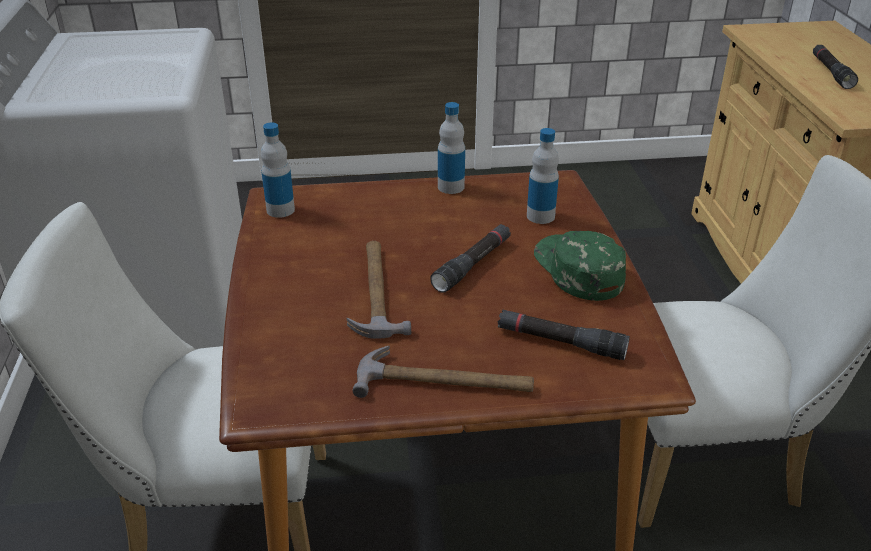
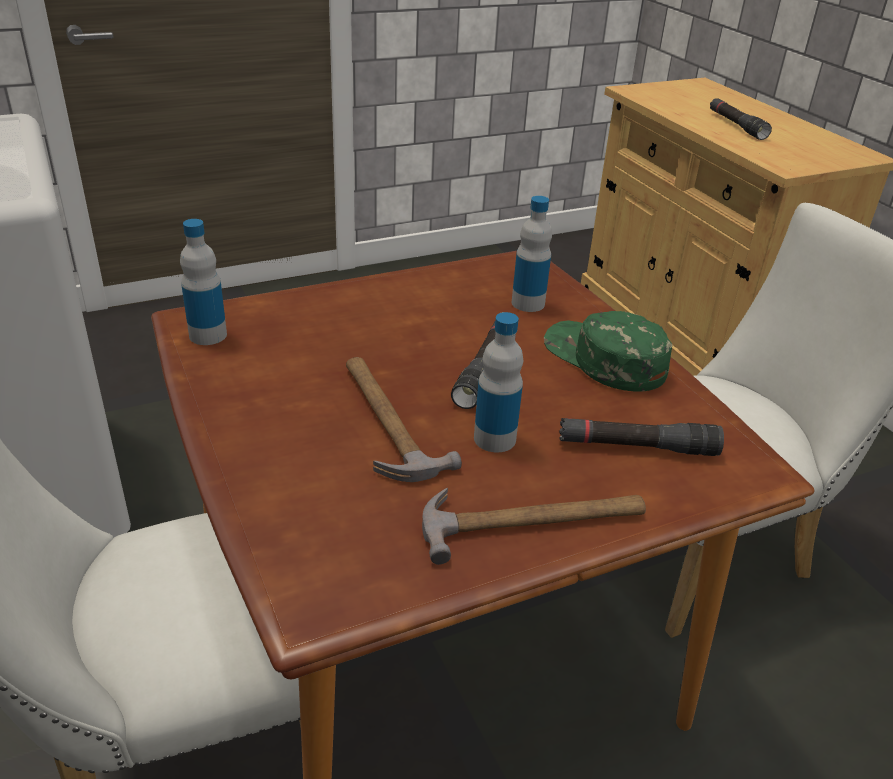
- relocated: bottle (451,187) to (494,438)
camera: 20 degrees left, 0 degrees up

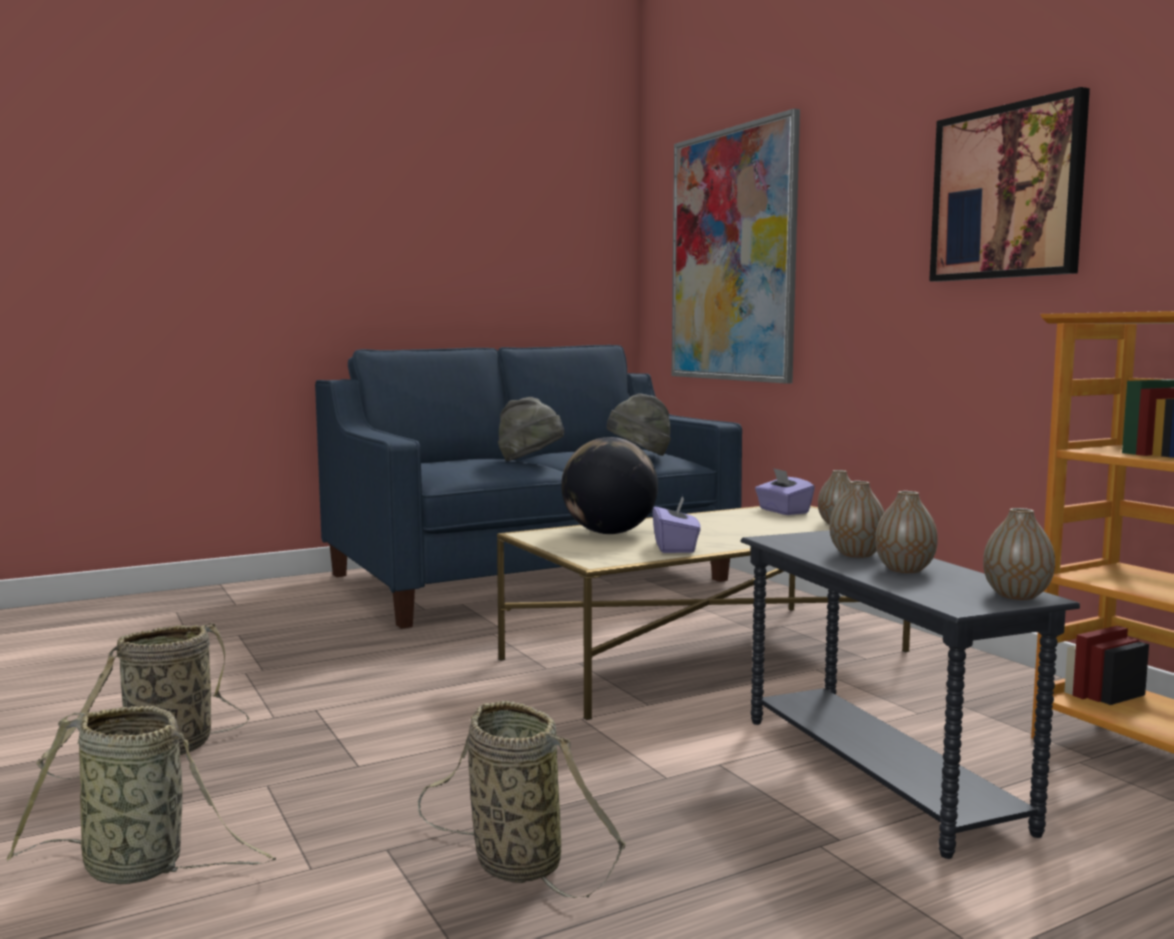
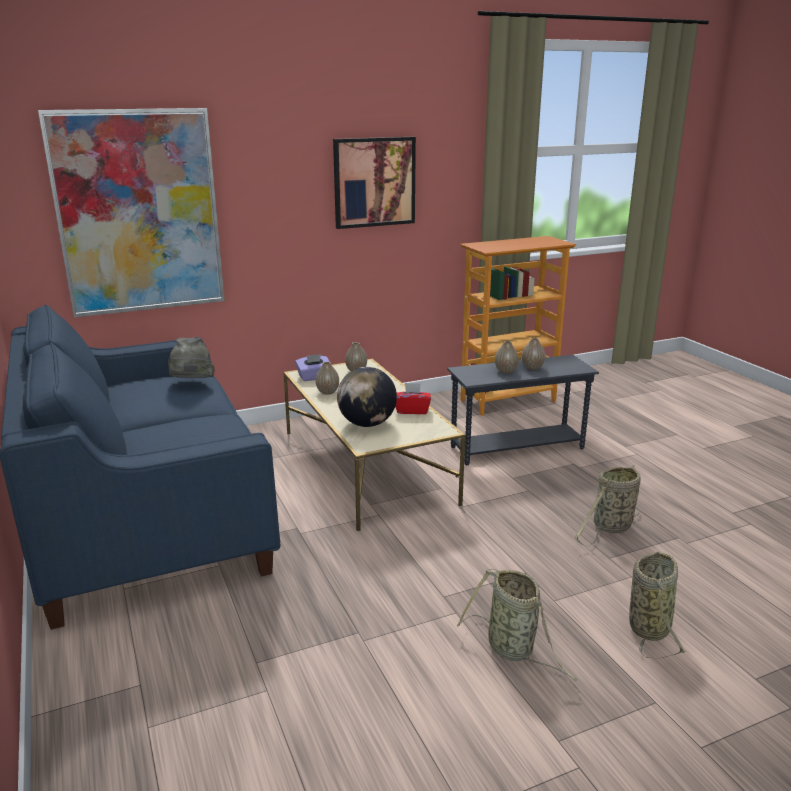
- missing: clothing hat/grey (530,461)
- relocated: flower vase (1016,595) to (327,392)
- colour: box of tissues/purplish (675,548) to box of tissues/red-coloured (412,410)
camera: 85 degrees left, 15 degrees up

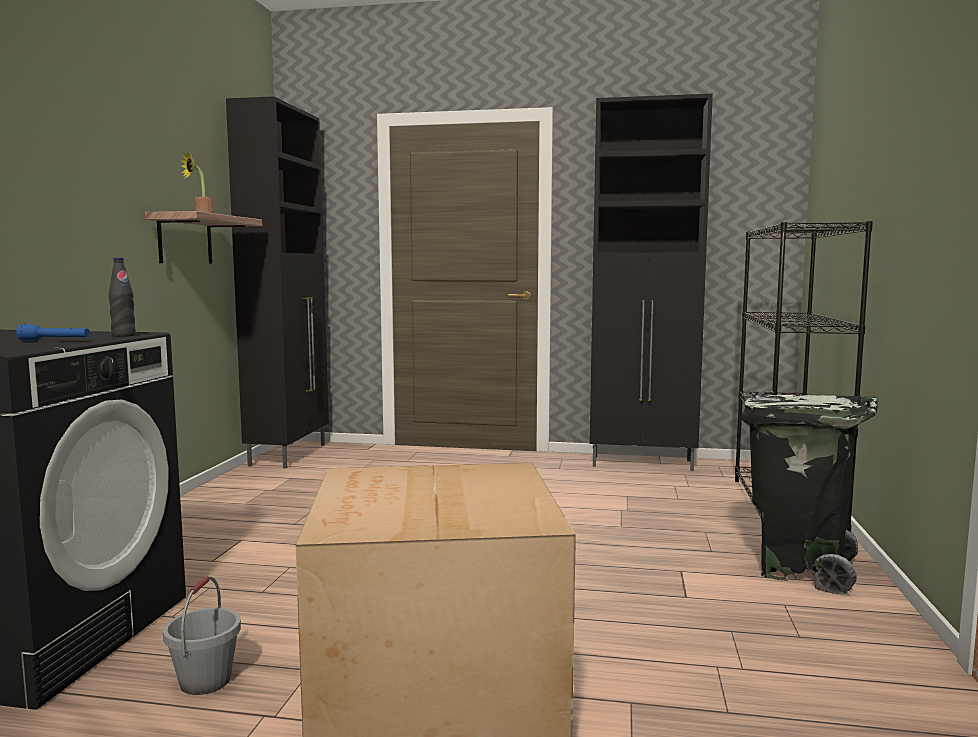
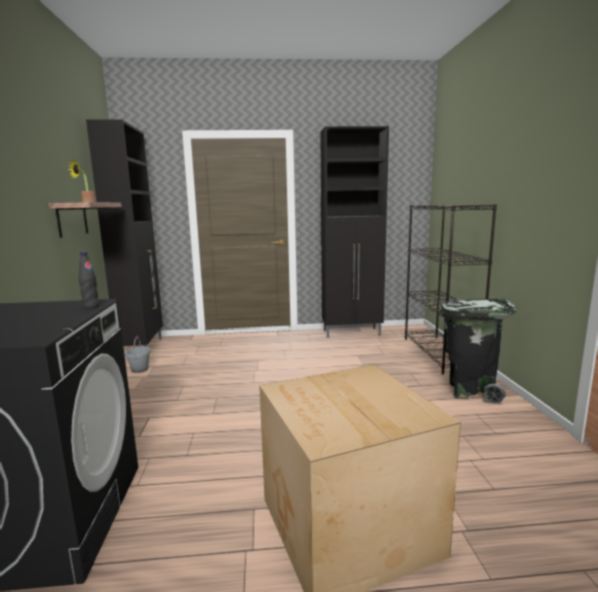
- missing: flashlight/bluish (55,340)
- relocated: pail/grey (205,681) to (139,369)
camera: 15 degrees left, 5 degrees up

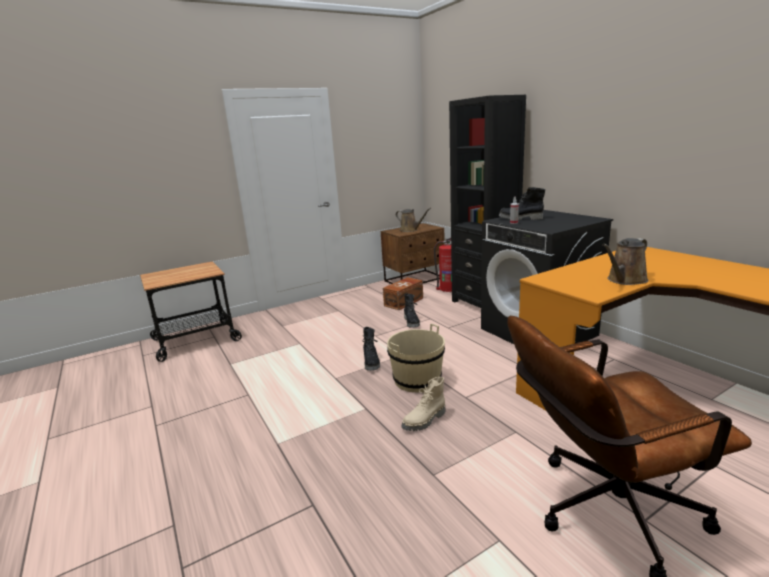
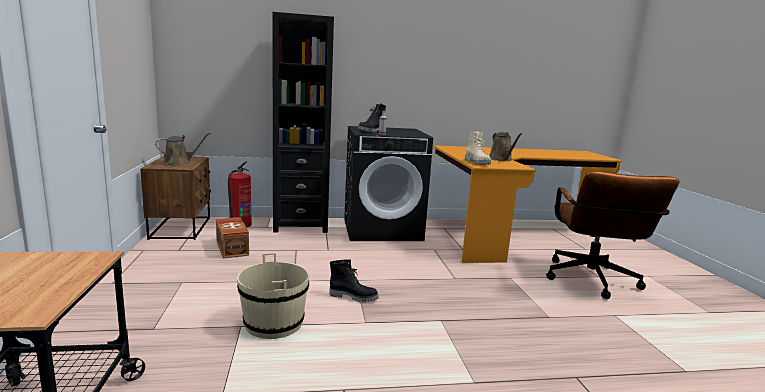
- missing: boot/blackish (412,322)
- relocated: pail/beige-coloured (417,379) to (273,323)
- relocated: boot/beige-coloured (425,421) to (478,163)
camera: 70 degrees left, 5 degrees down

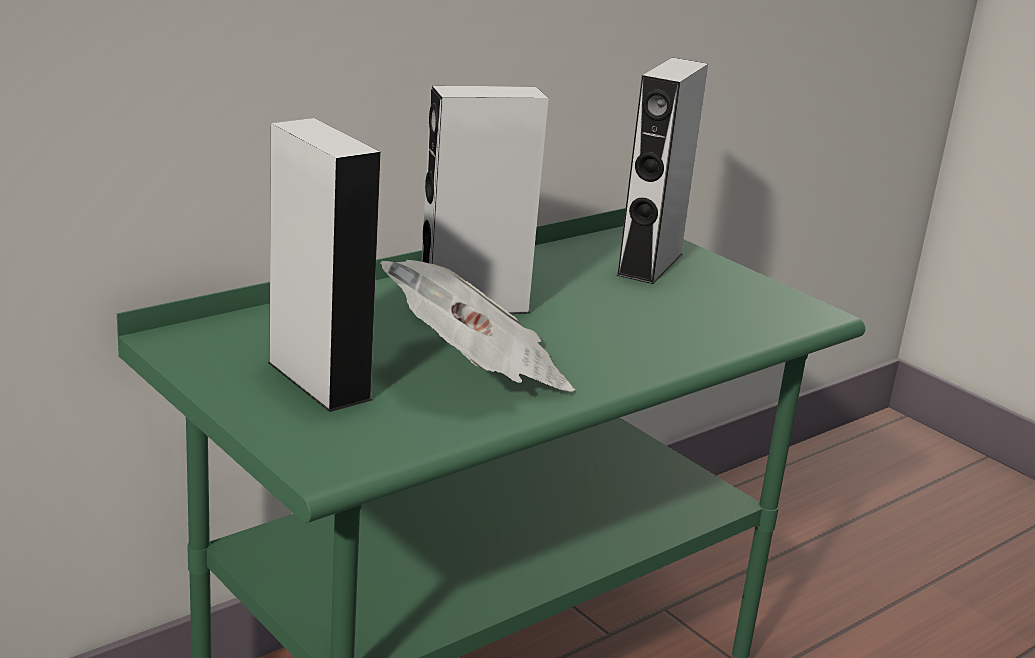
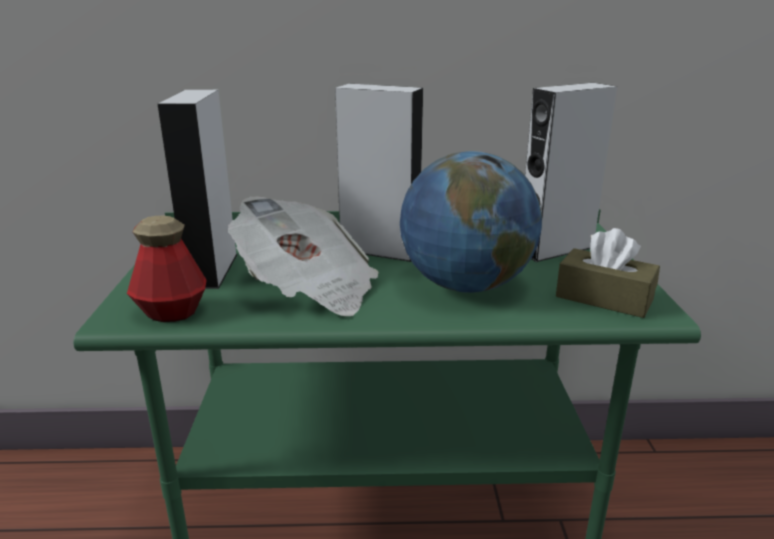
- appeared: bottle (171,312)
- appeared: desk globe (466,285)
- appeared: box of tissues/brown-coloured (604,298)
camera: 40 degrees right, 0 degrees up

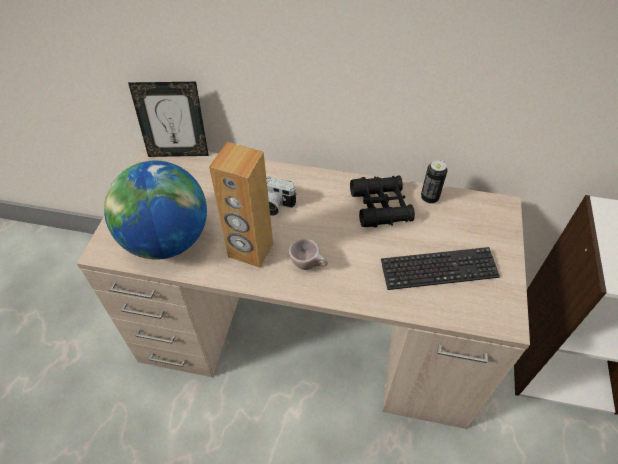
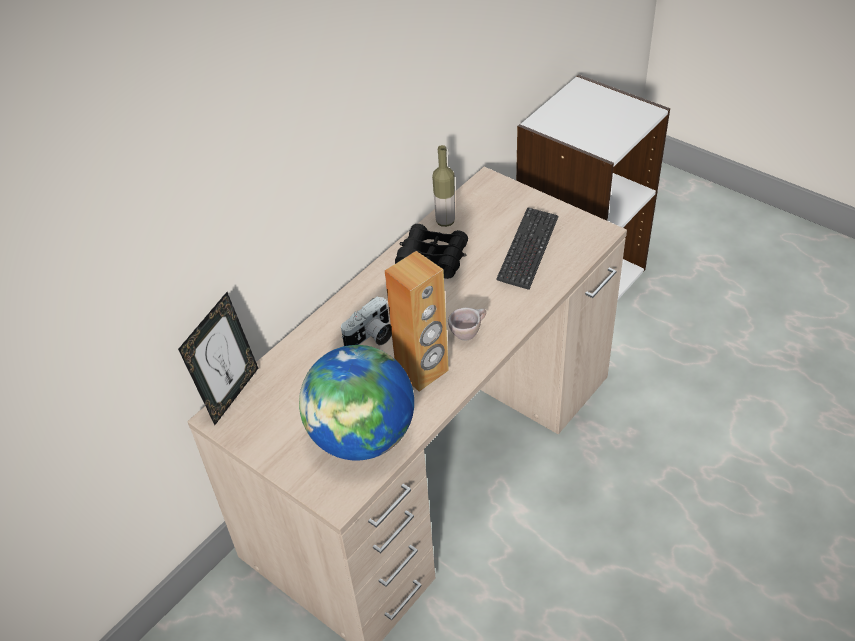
- exchanged: sealed can (429,198) to bottle (445,221)
camera: 60 degrees left, 5 degrees down

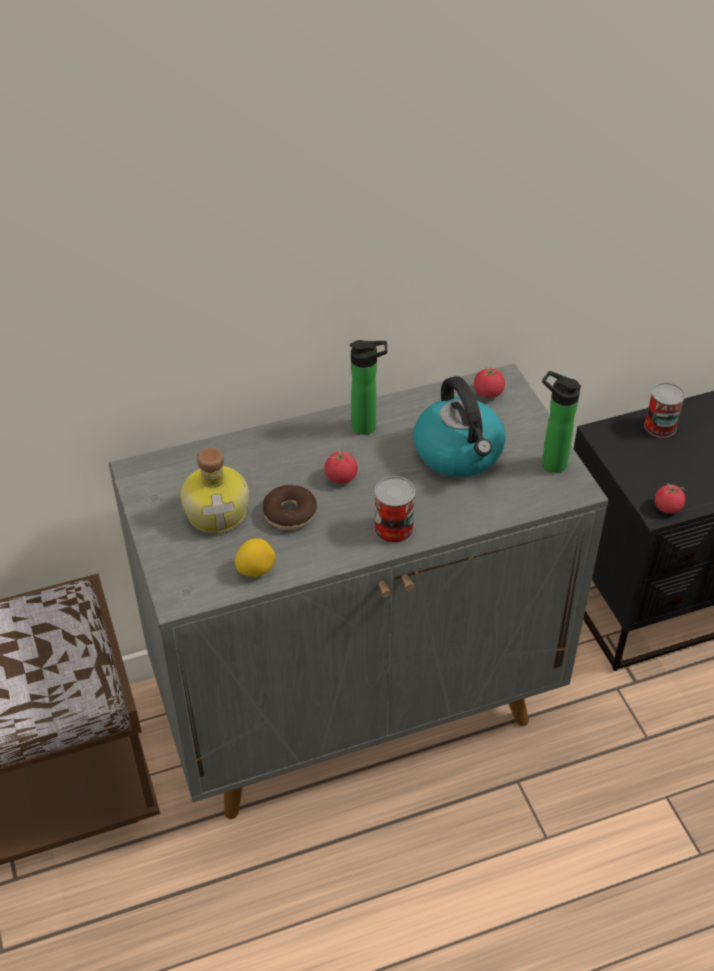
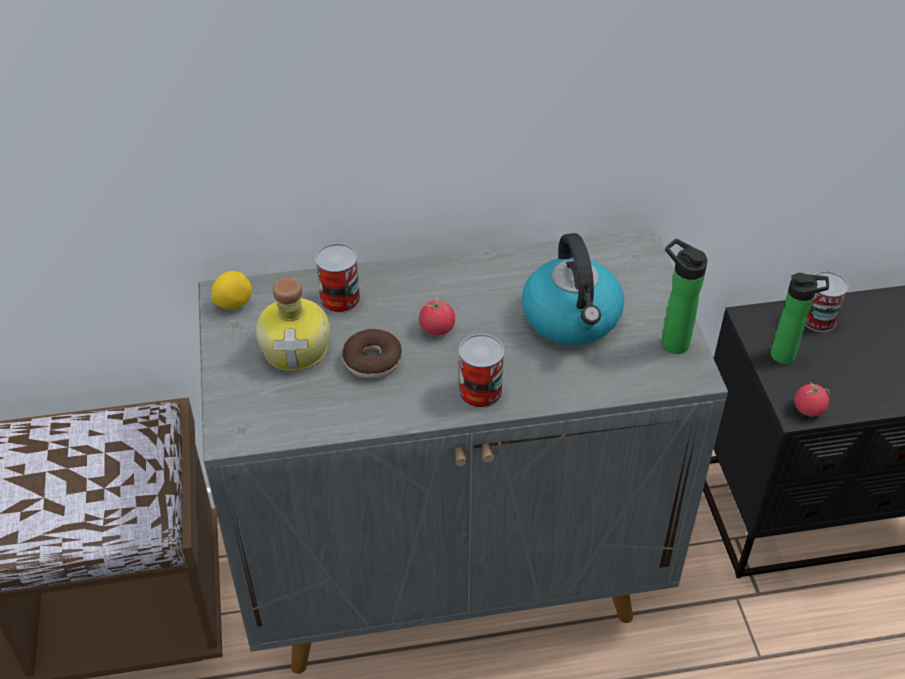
- missing: fresh tomato (488,393)
- appeared: sealed can (340,299)
- relocated: citrus fruit (256,570) to (233,303)
- relocated: bottle (368,426) to (787,355)
camera: 10 degrees right, 0 degrees up

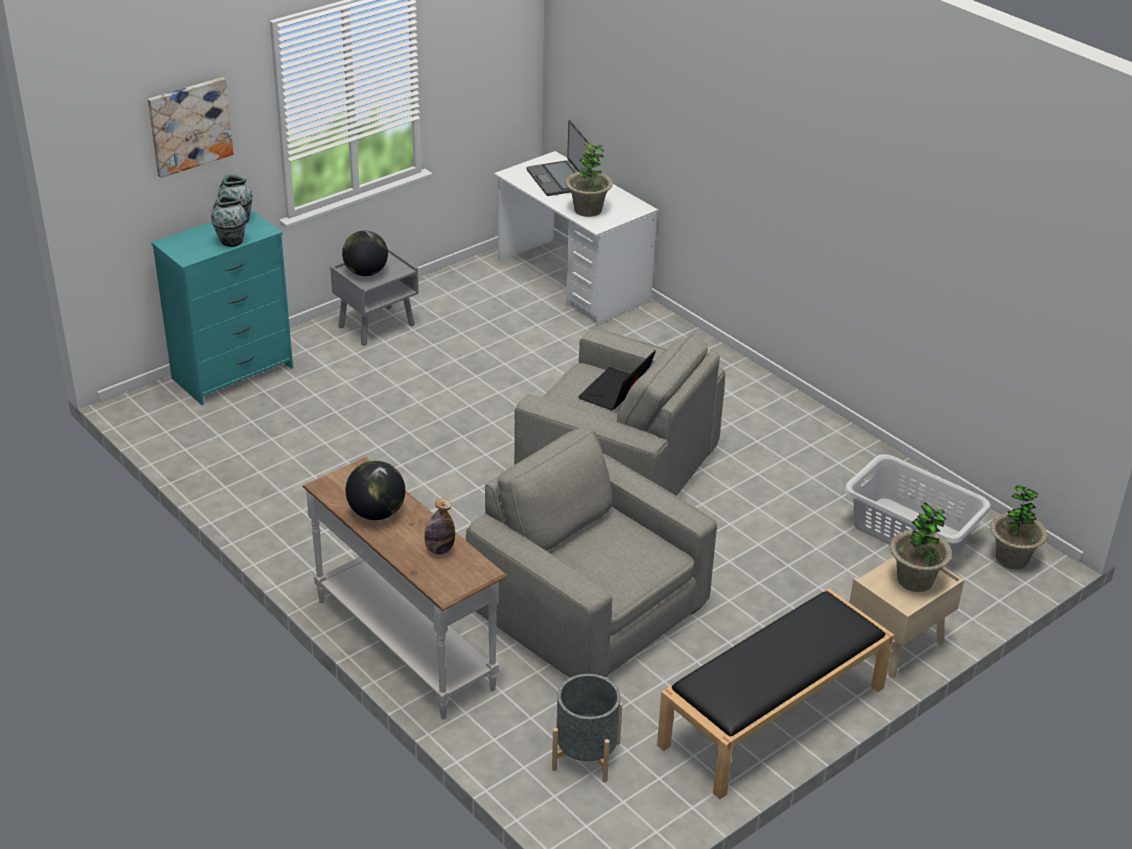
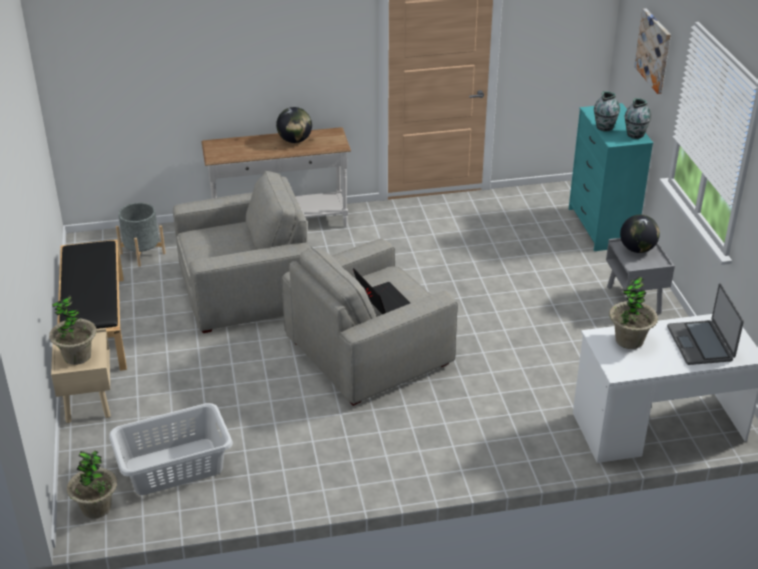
- missing: bottle (439,549)
- spun: laptop (559,179) = (700,343) 105 degrees counterclockwise
camera: 120 degrees right, 0 degrees up

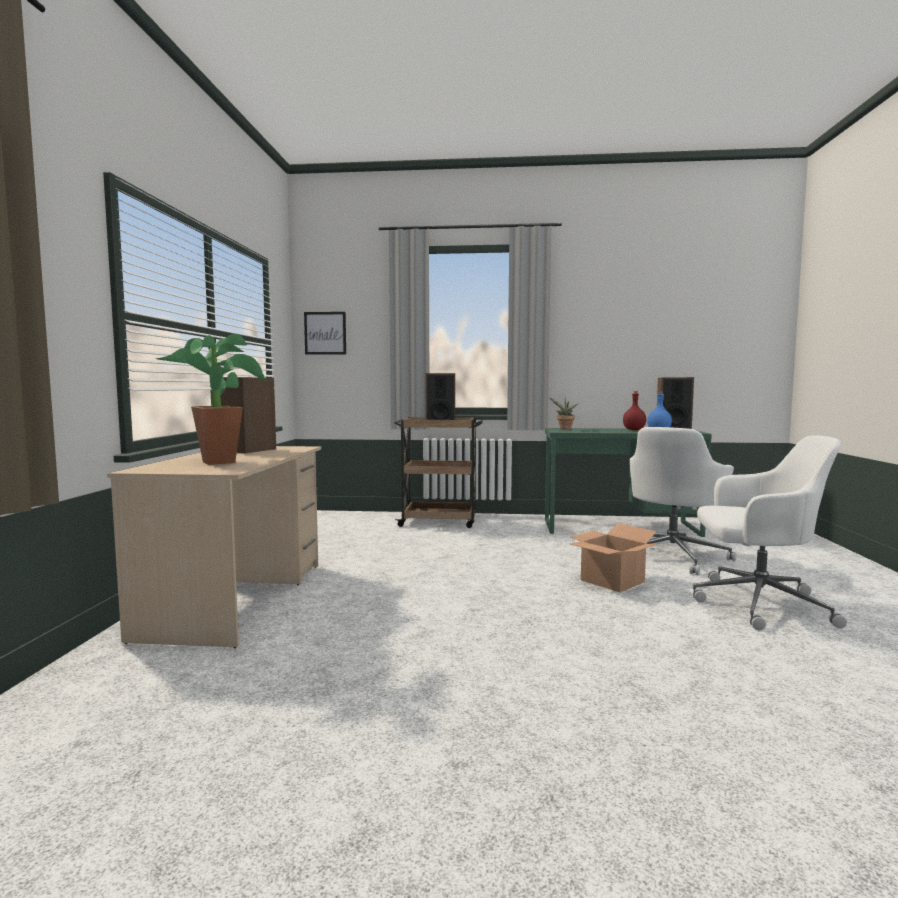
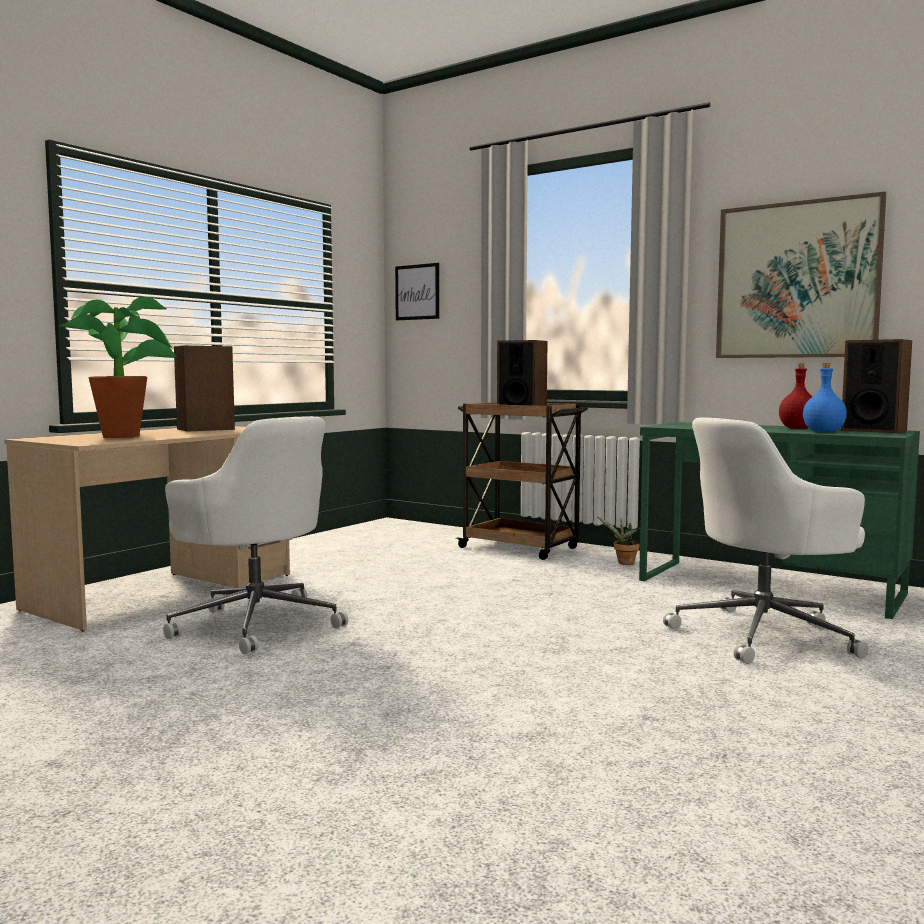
- missing: cardboard box (613,581)
- appeared: wall art (797,280)
- relocated: houseplant (564,429) to (623,563)
- relocated: desk chair/whitish (756,604) to (256,623)
camera: 30 degrees right, 0 degrees up

